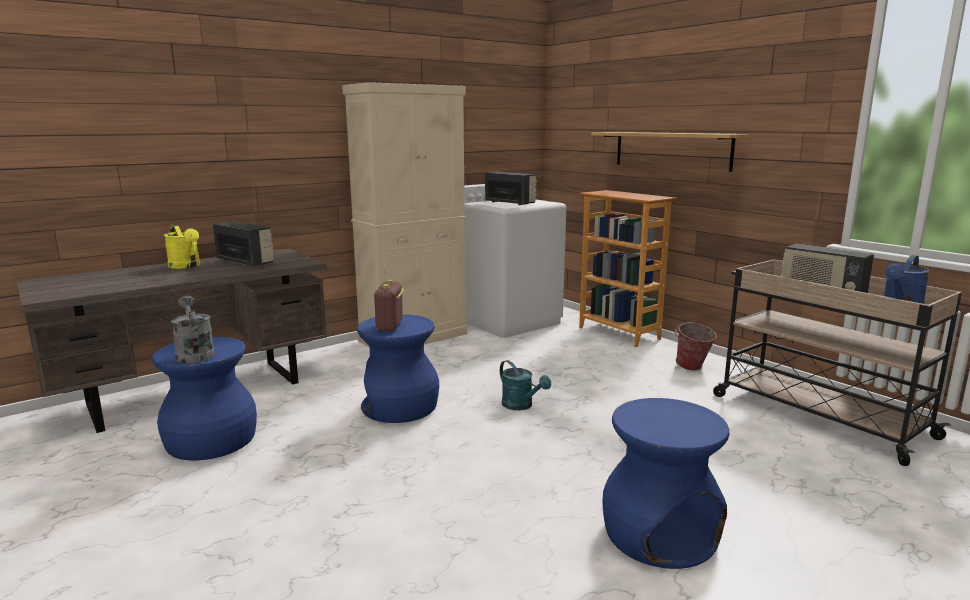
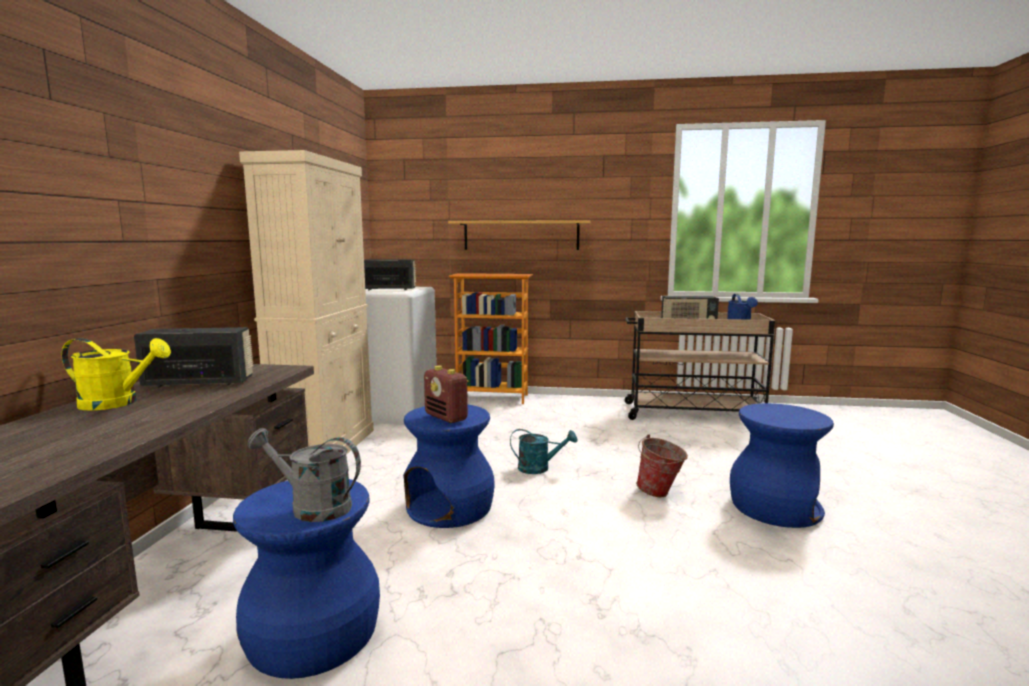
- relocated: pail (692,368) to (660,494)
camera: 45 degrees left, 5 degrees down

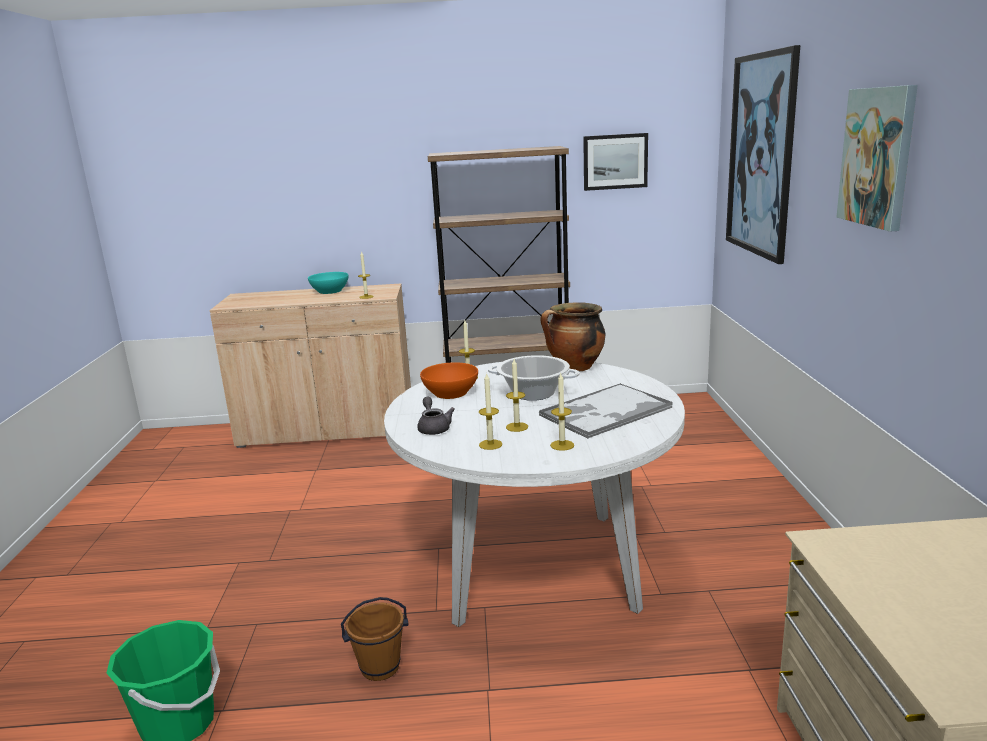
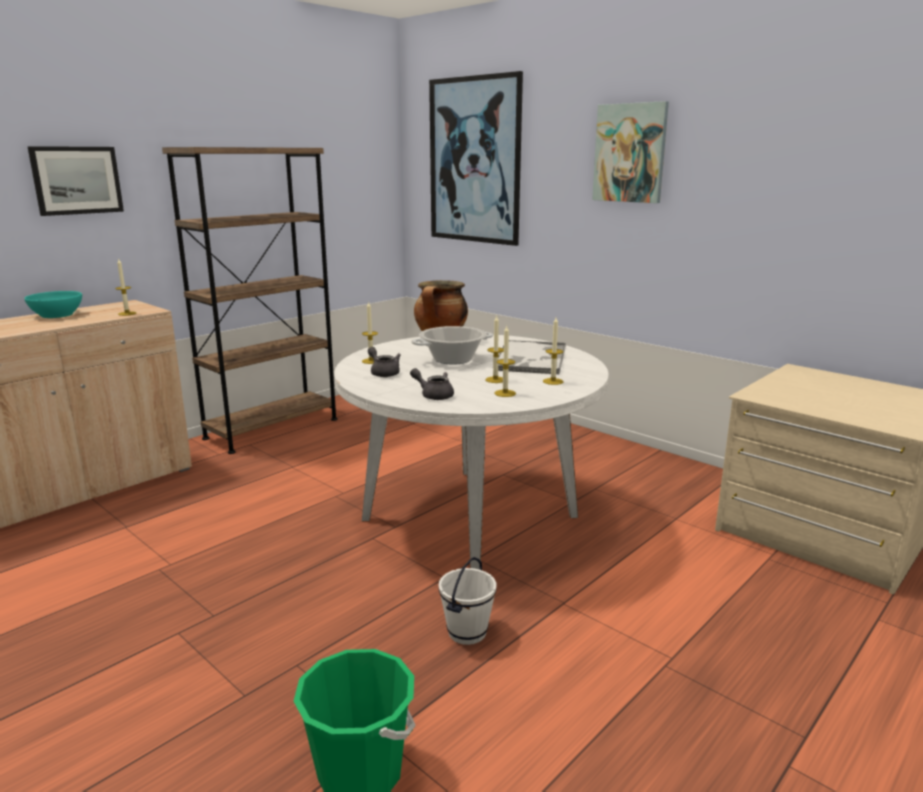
- relocated: wall art (615,161) to (77,180)
- exchanged: serving bowl/orangey (450,393) to pot for tea/grey (383,373)
- colour: pail/brown-coloured (380,667) to pail/whitish (466,632)
camera: 45 degrees left, 0 degrees up

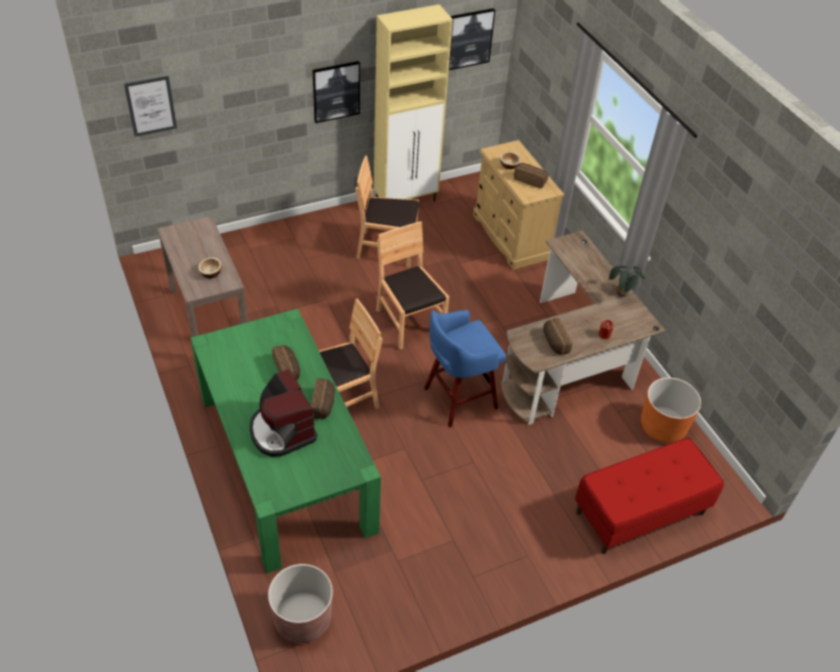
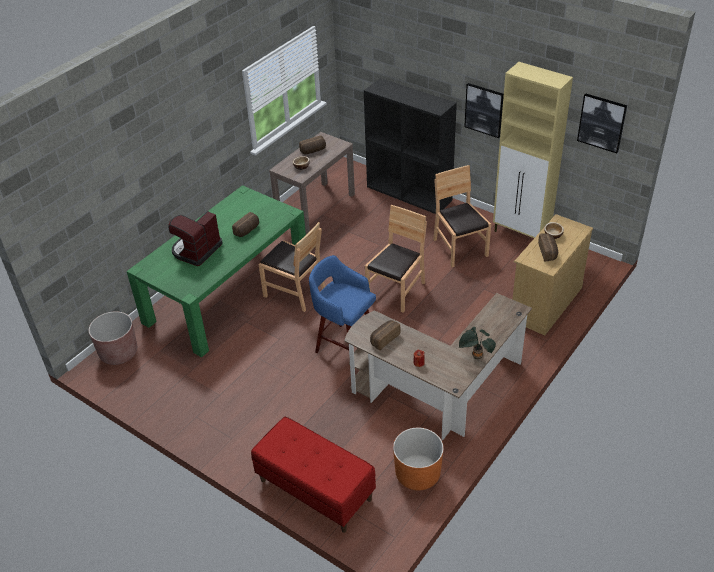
- missing: wall art (151,106)
- appeared: shelving unit/blackish (410,193)
- relocated: bakery bread (324,405) to (313,151)
camera: 65 degrees right, 5 degrees down

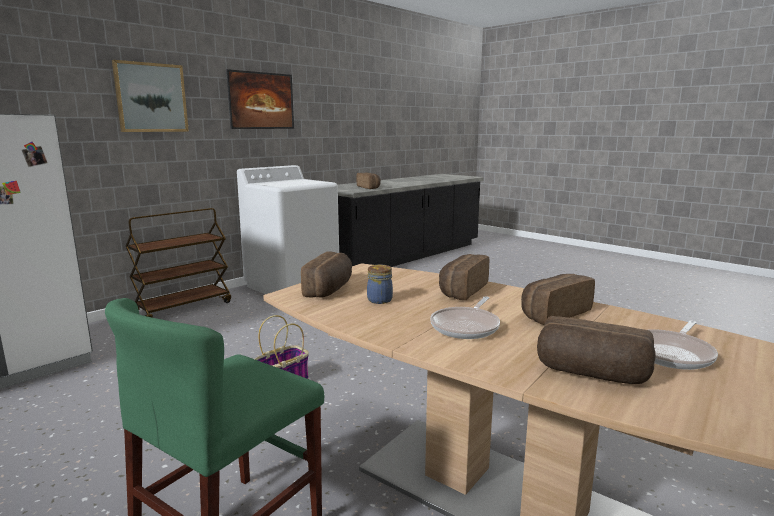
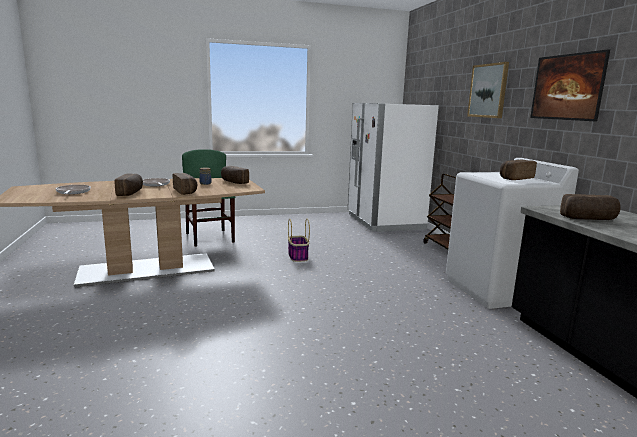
- relocated: bakery bread (591,374) to (514,178)
camera: 120 degrees right, 0 degrees up

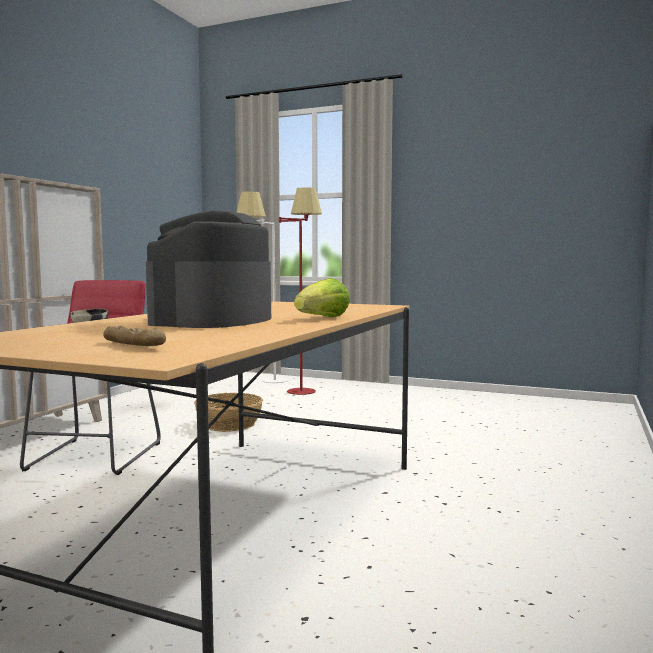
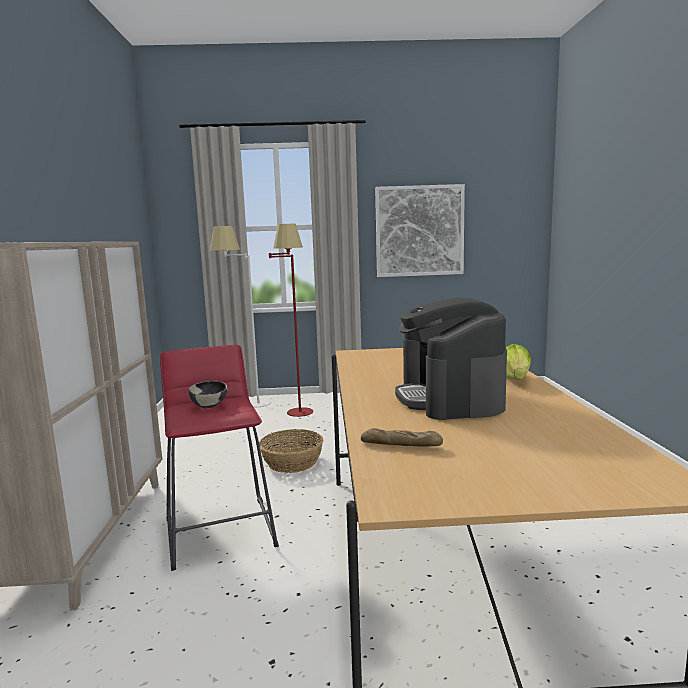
- appeared: wall art (419,231)
- relocated: bakery bread (133,345) to (401,445)
camera: 25 degrees left, 5 degrees up

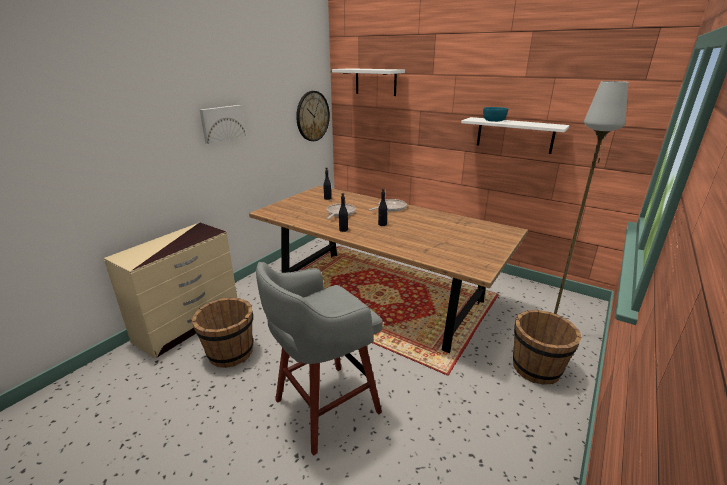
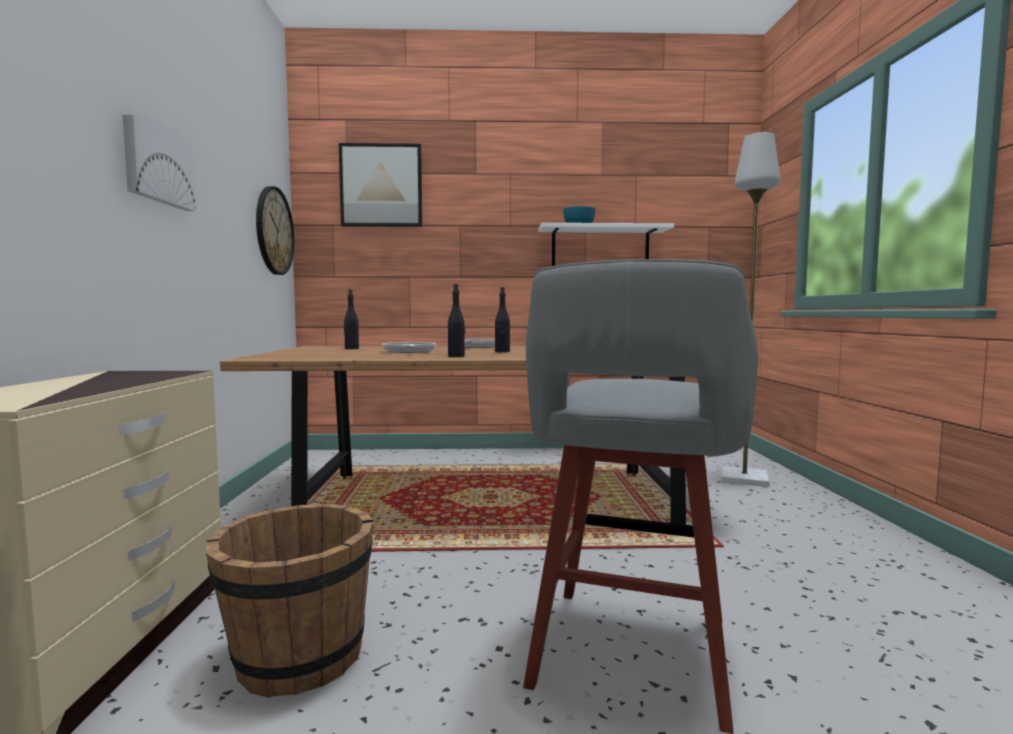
- missing: pail/brown-coloured (537,368)
- exchanged: bracket shelf/whitish (375,82) to wall art (381,186)
camera: 35 degrees left, 20 degrees down

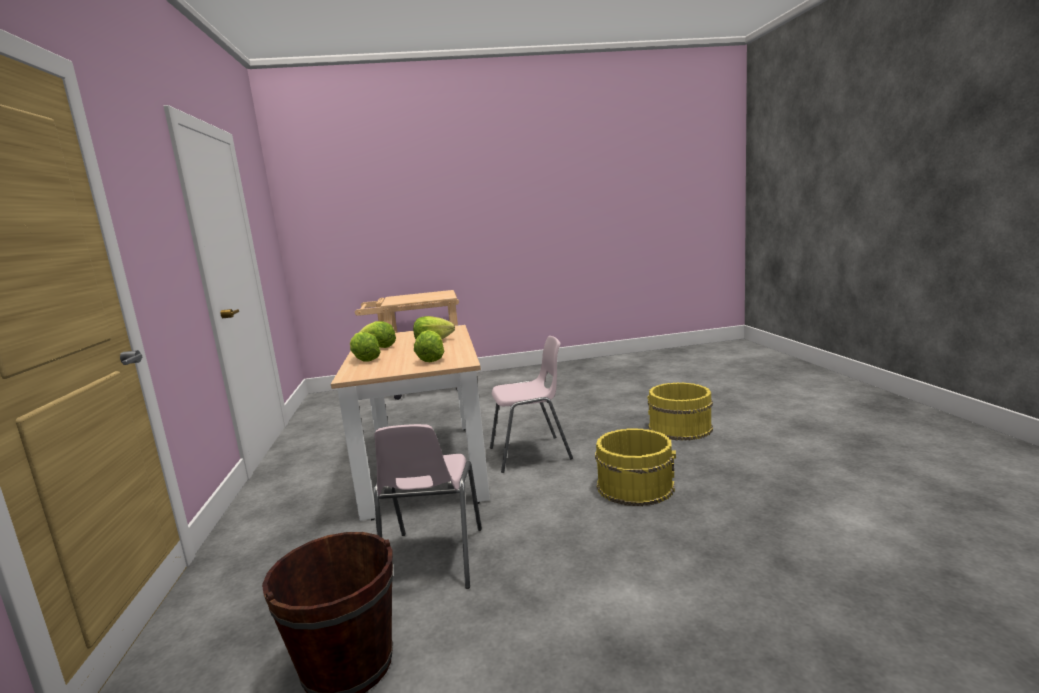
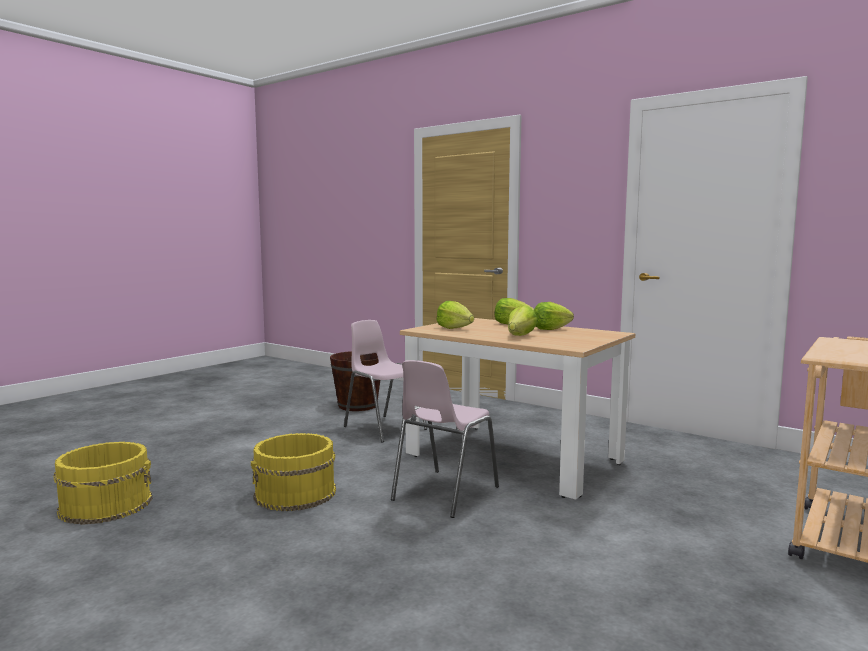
- relocated: pail/yellowish (679,428) to (106,504)
camera: 135 degrees right, 5 degrees down

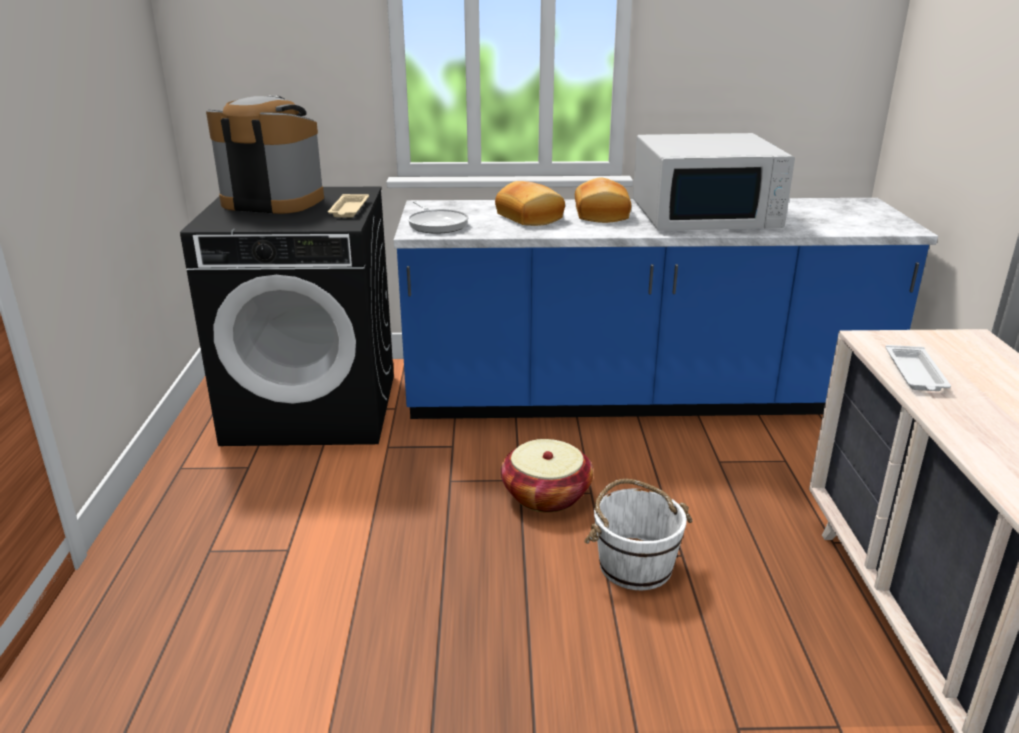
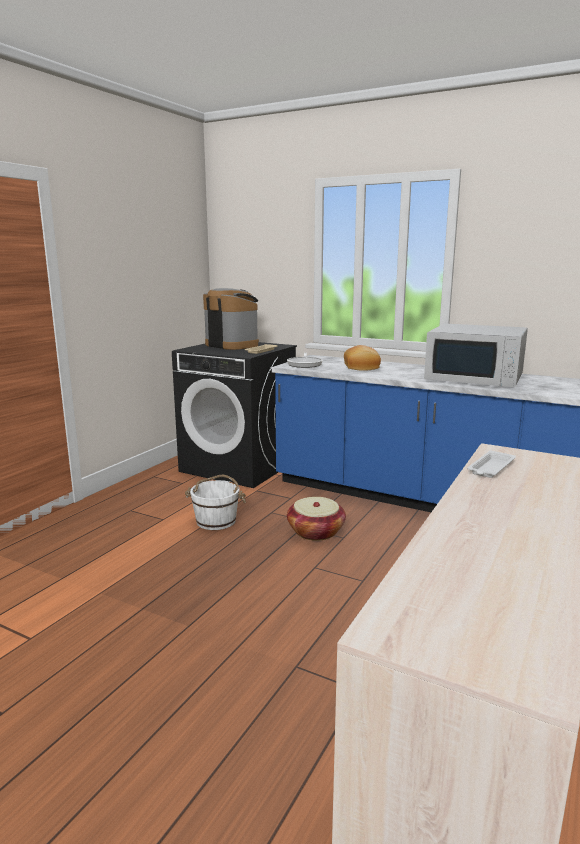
- missing: bakery bread (599,214)
- relocated: pail/whitish (635,565) to (216,521)
camera: 30 degrees right, 10 degrees down

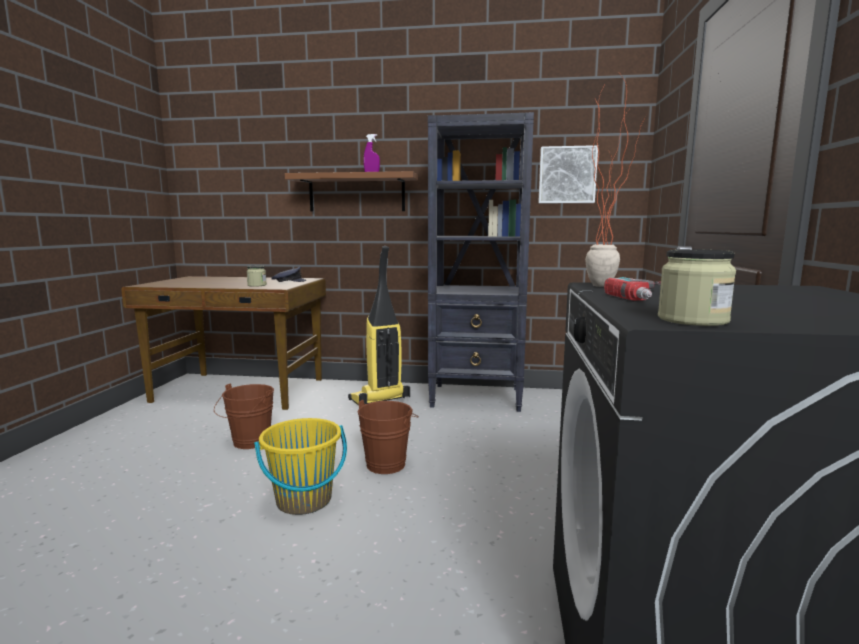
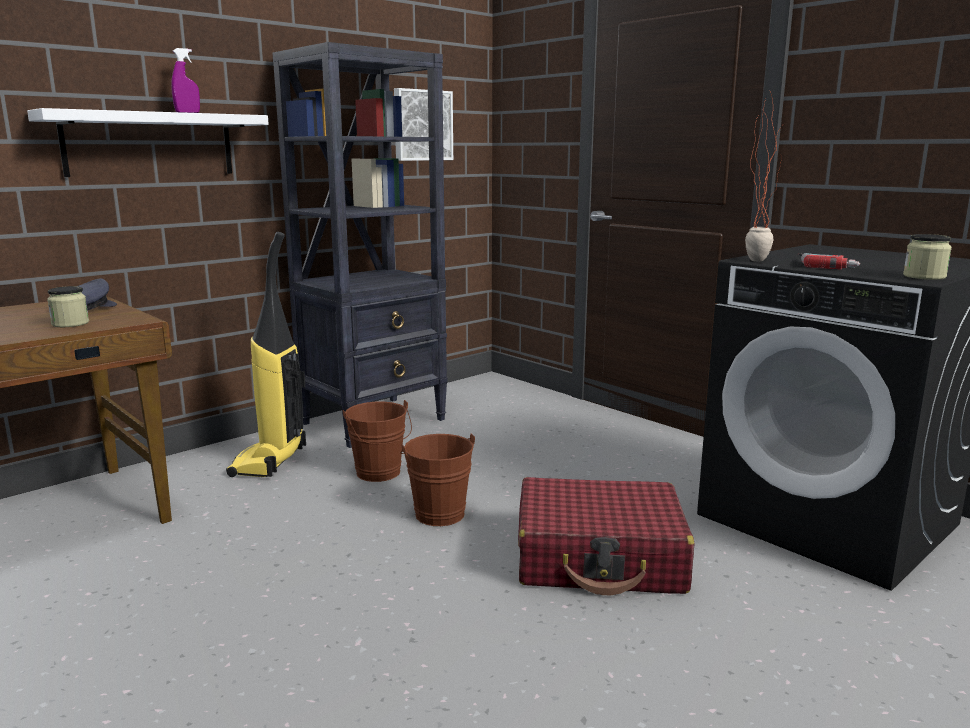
- missing: pail/yellowish (304,501)
- appeared: travel case/red-coloured (600,558)
- relocated: pail/brown-coloured (248,443) to (380,474)
- colour: bracket shelf/brown-coloured (356,193) to bracket shelf/whitish (150,144)
camera: 50 degrees left, 5 degrees up

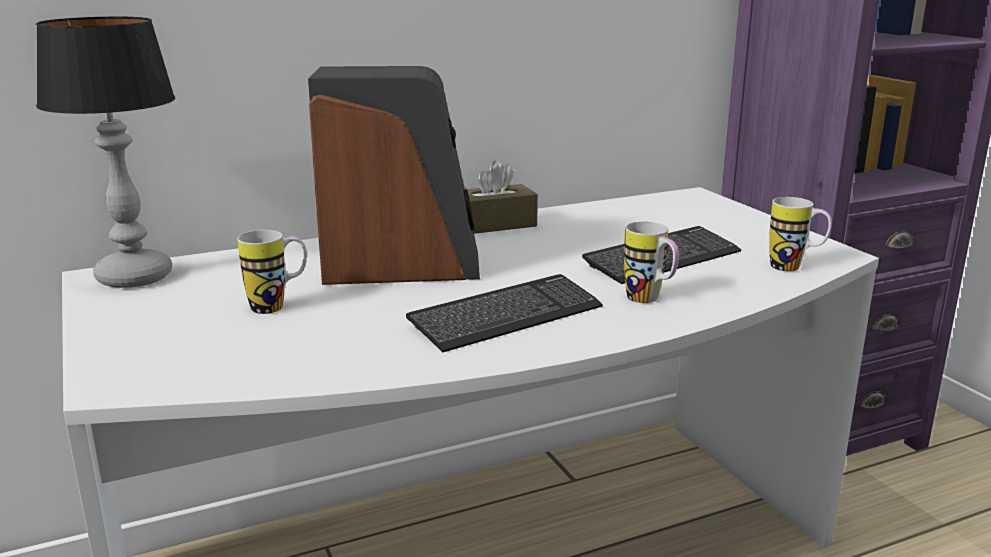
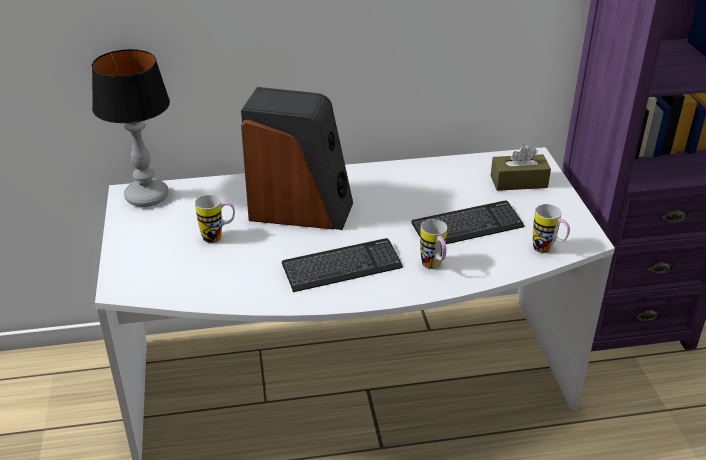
- relocated: box of tissues/brown-coloured (494,224) to (518,182)
camera: 15 degrees right, 15 degrees up

